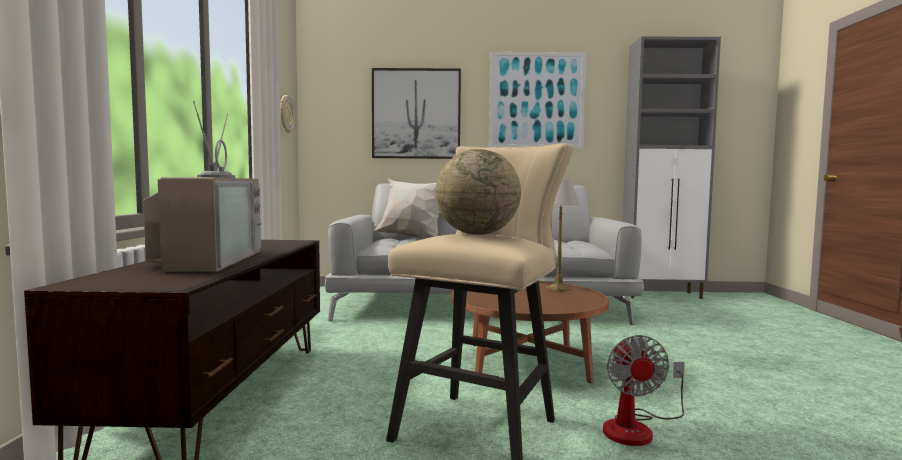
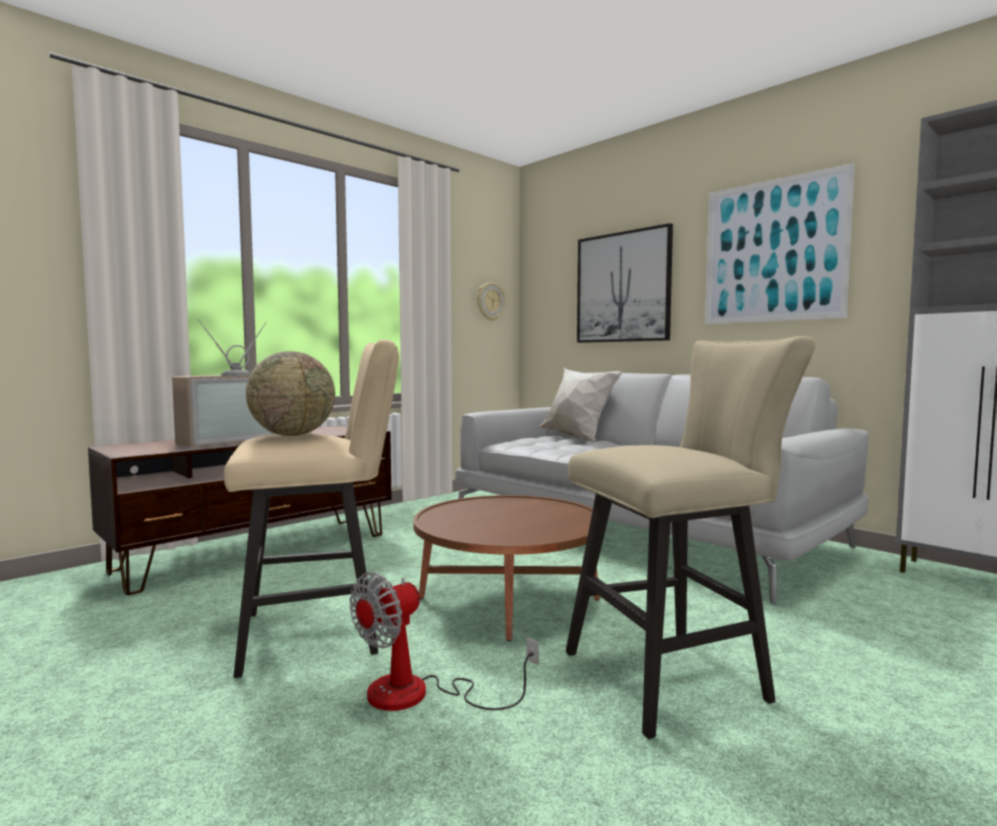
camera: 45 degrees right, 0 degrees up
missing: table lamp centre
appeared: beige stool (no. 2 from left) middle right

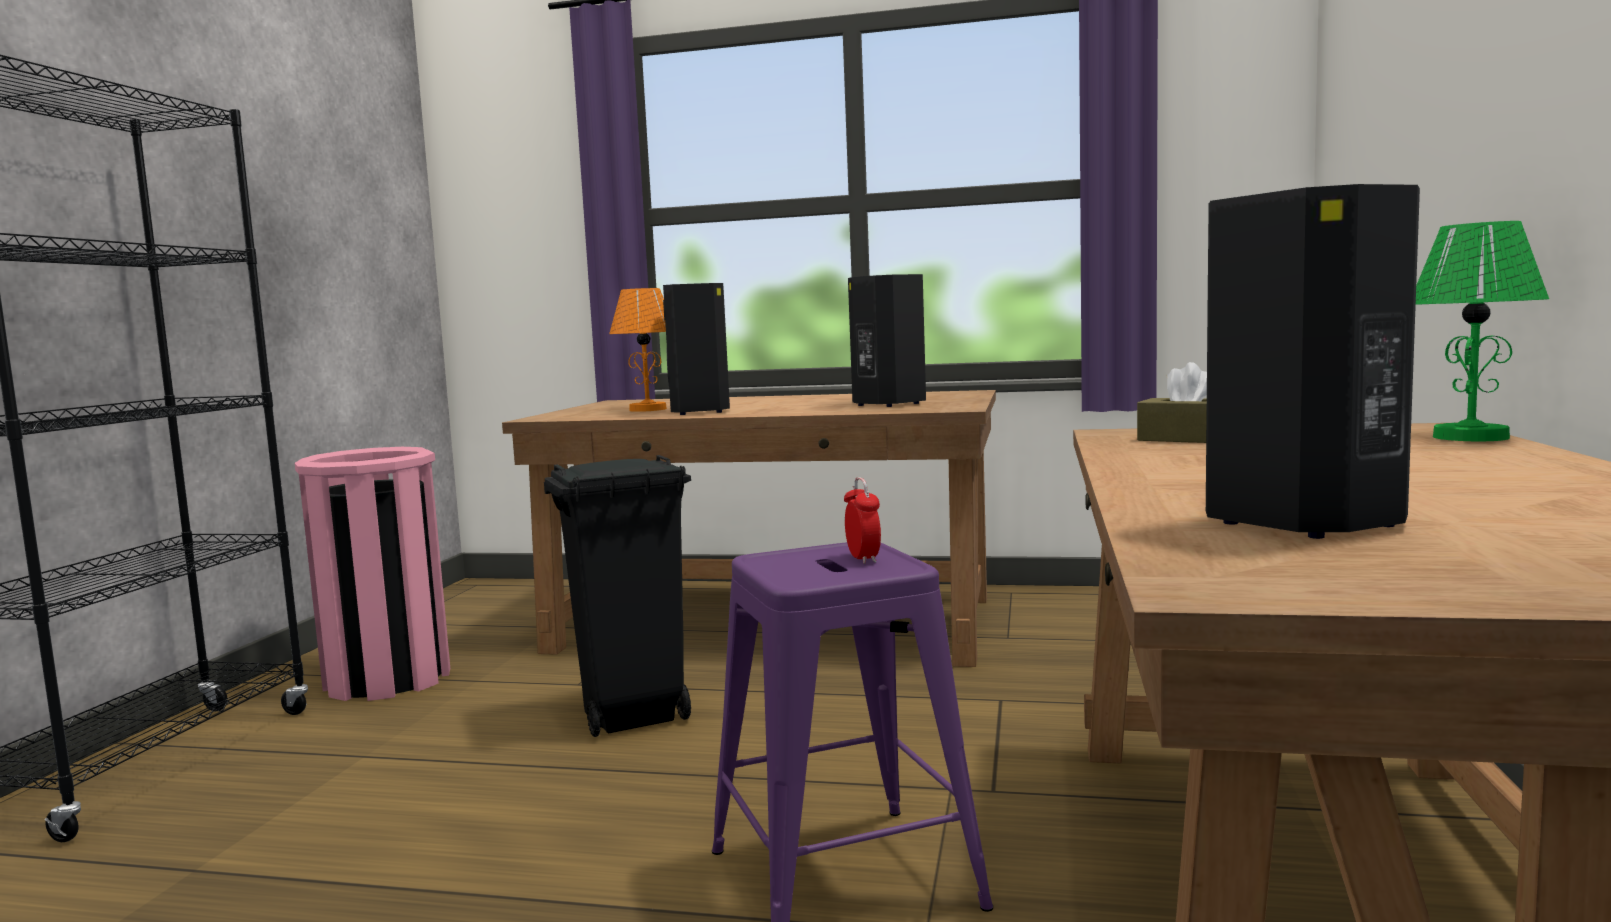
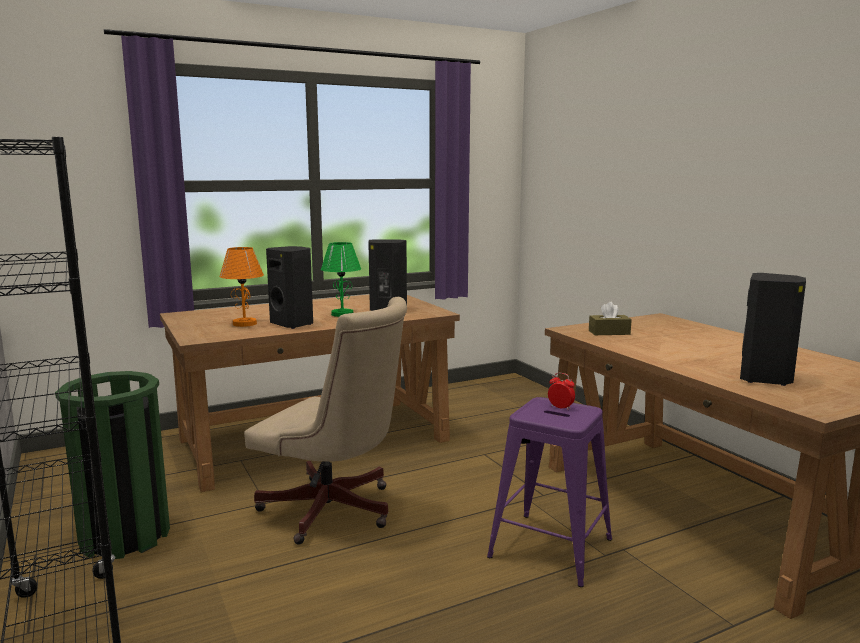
camera: 40 degrees left, 5 degrees up
relocated: green table lamp middle right to centre
exchanged: black trash can centre to beige office chair centre
colour: pink trash can middle left to green trash can bottom left

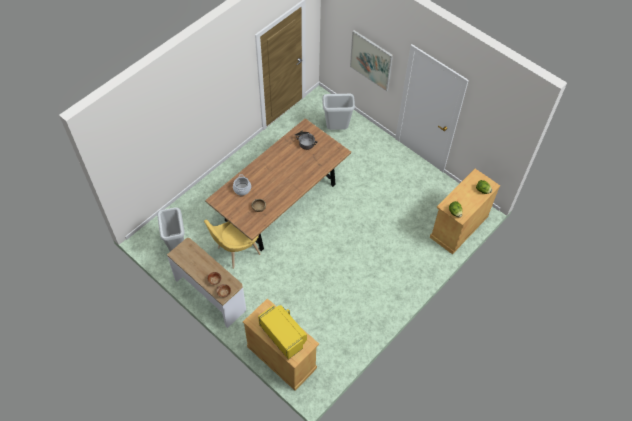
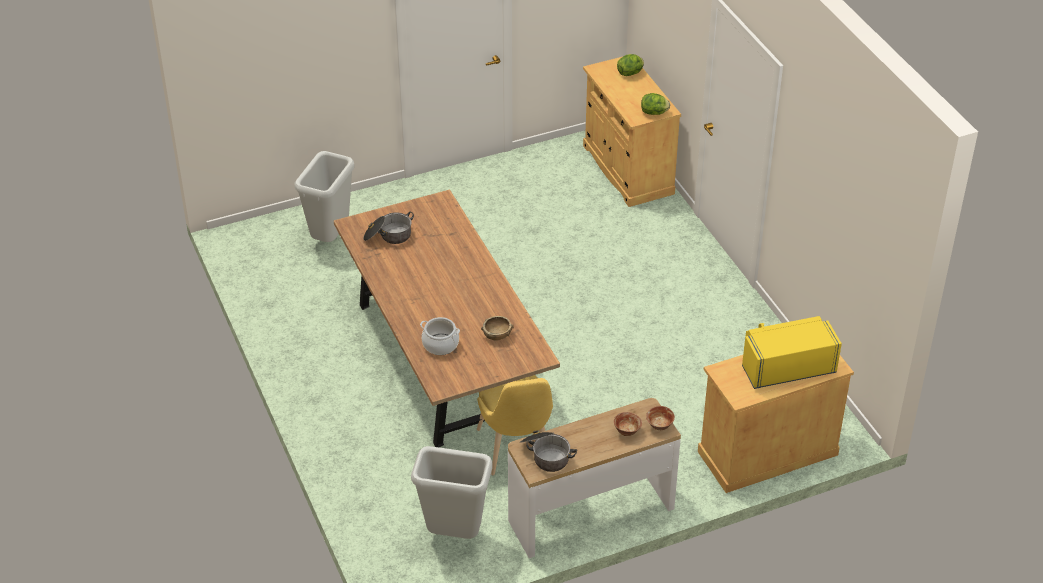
camera: 65 degrees left, 15 degrees down
missing: picture top centre
appeared: cooking pot (no. 3 from left) bottom centre

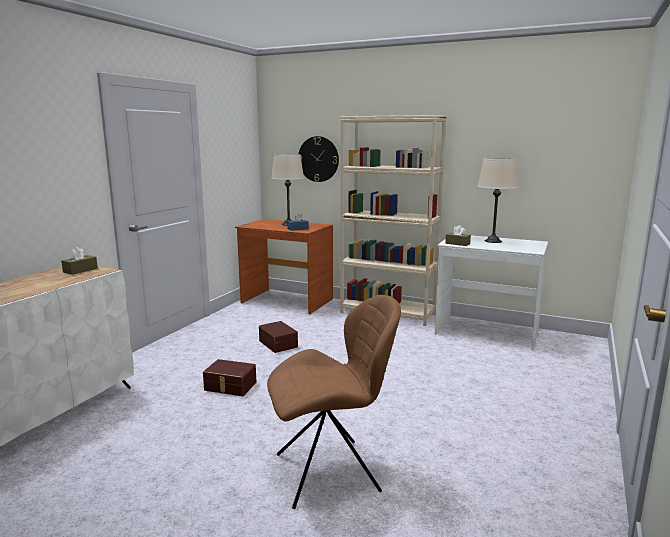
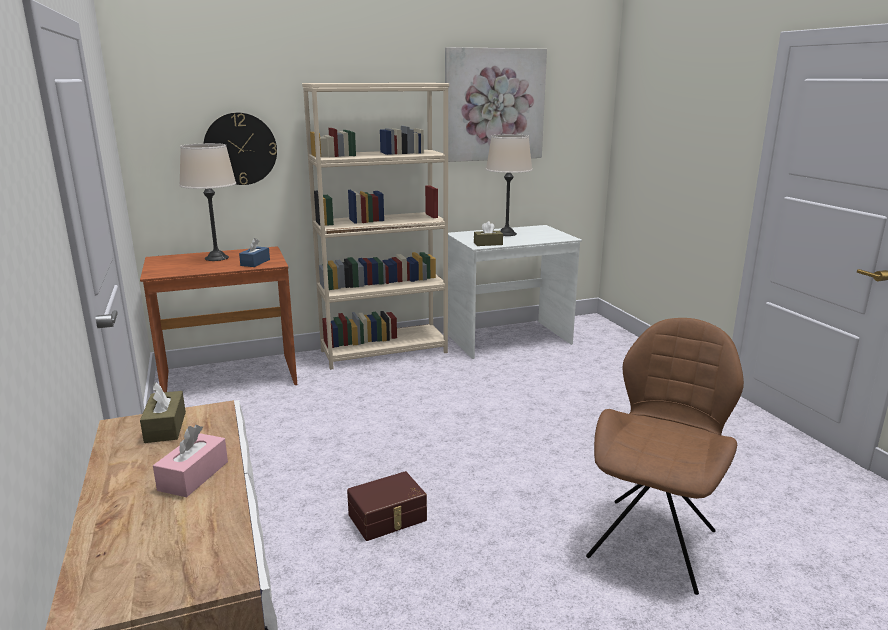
camera: 45 degrees left, 5 degrees up
missing: brown storage box (no. 2 from left) centre
appeared: picture top centre; pink tissue box bottom left

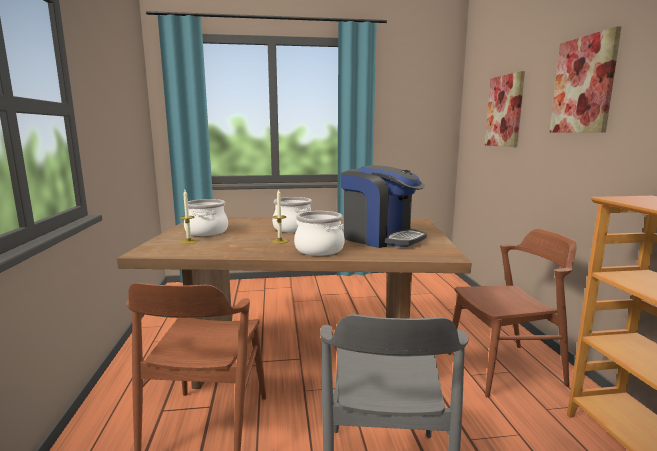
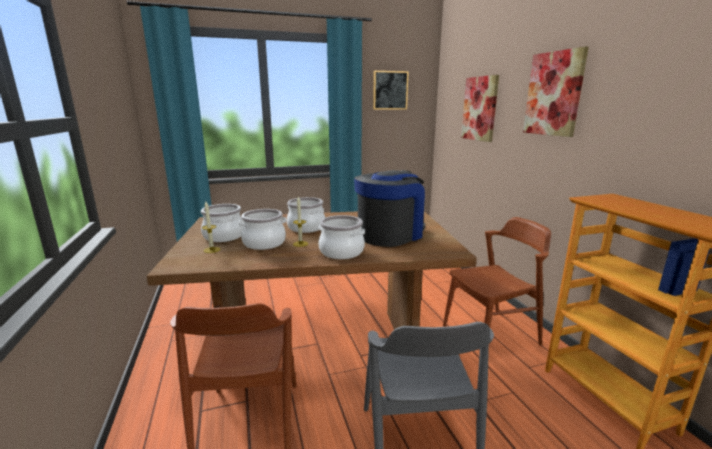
camera: 10 degrees left, 5 degrees up
appeared: picture (no. 1 from left) top centre; cooking pot (no. 2 from left) centre
spun: coffee machine centre = centre 75 degrees counterclockwise

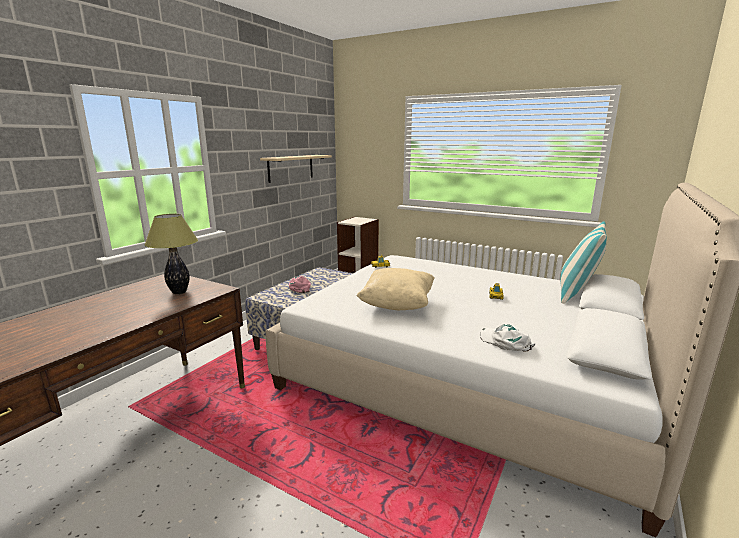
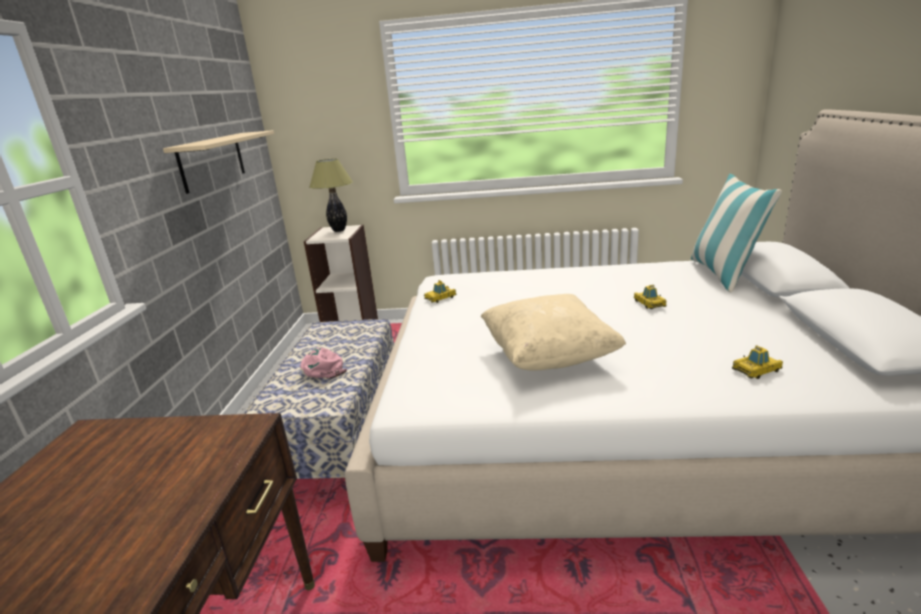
camera: 25 degrees left, 5 degrees up
relocated: table lamp middle left to top centre
exchanged: white cap middle right to toy car (no. 3 from left) middle right

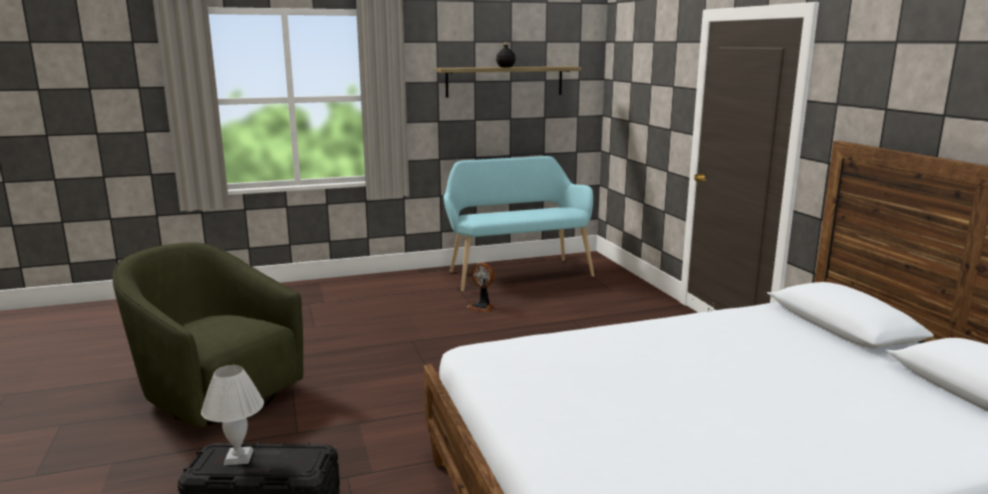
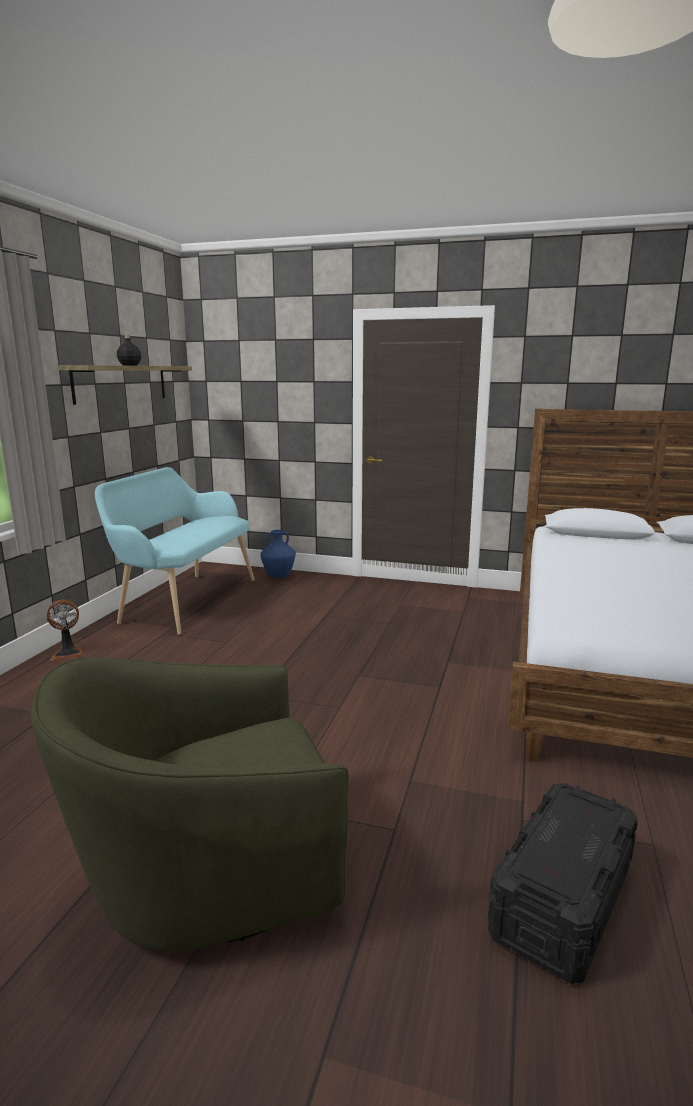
camera: 55 degrees left, 0 degrees up
missing: white table lamp bottom left
appeared: blue vase centre
relocated: fan centre to middle left

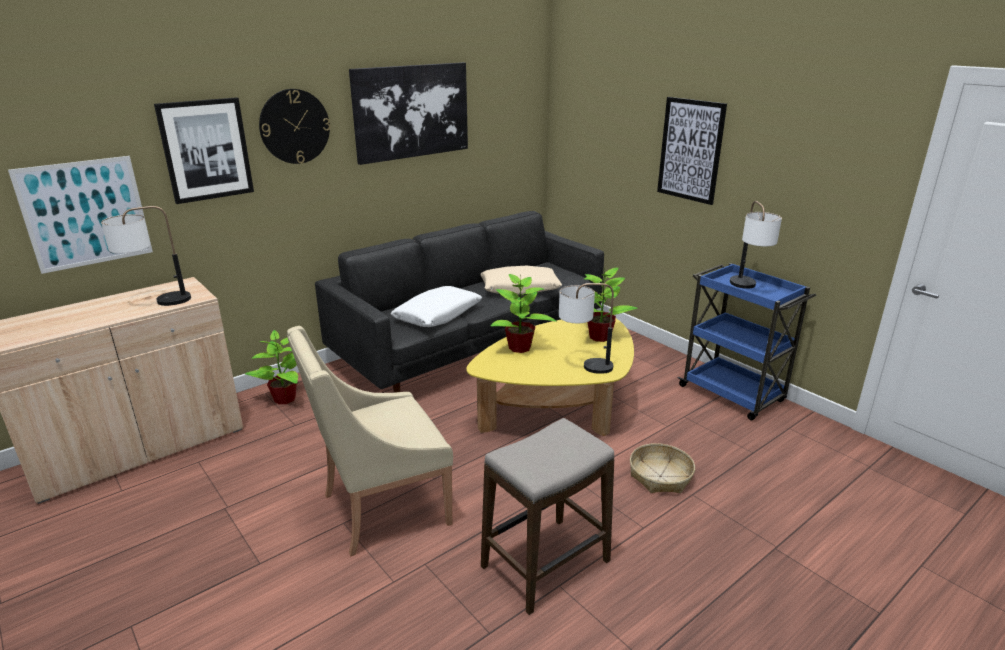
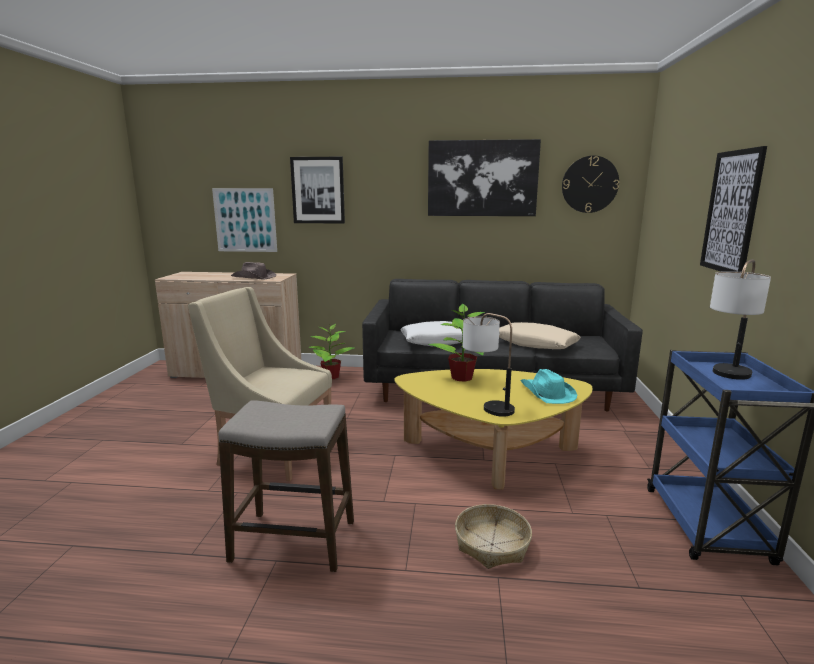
camera: 45 degrees right, 10 degrees down
relocated: wall clock top left to top right
exchanged: table lamp (no. 1 from left) middle left to brown hat middle left; potted plant (no. 3 from left) centre to turquoise hat middle right

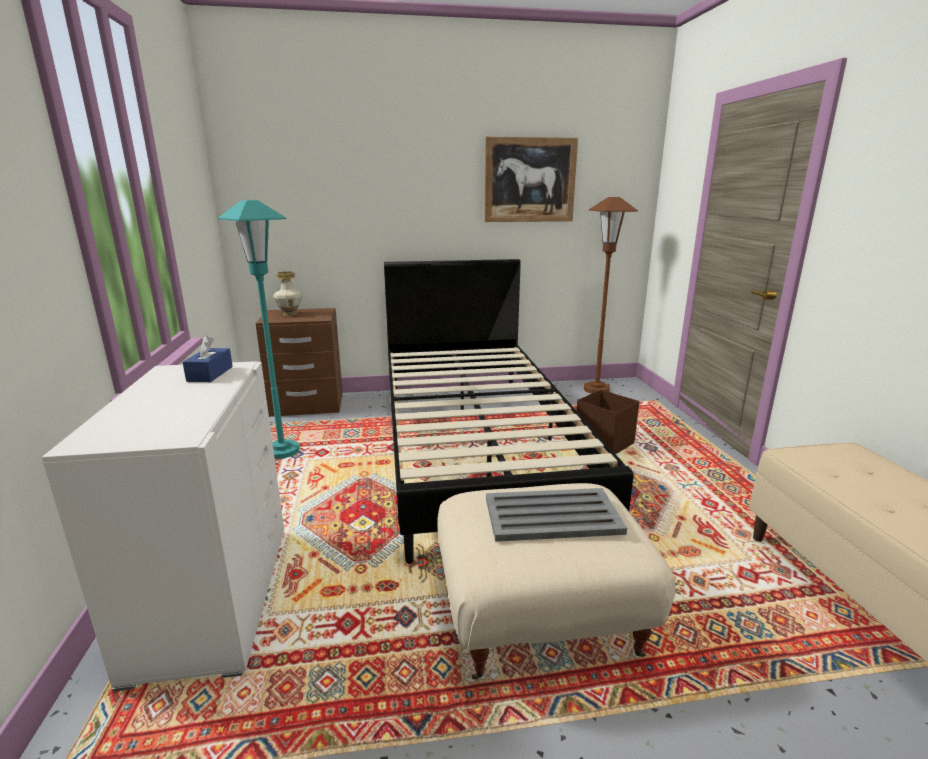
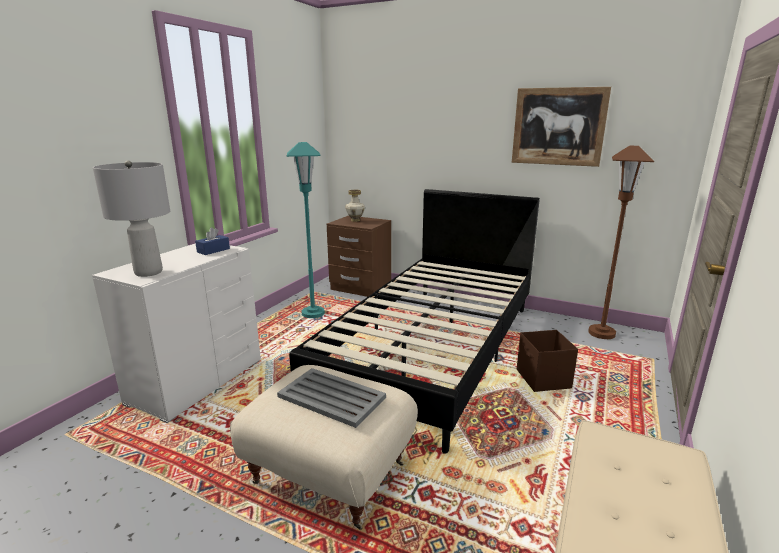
camera: 35 degrees right, 0 degrees up
appeared: grey table lamp middle left

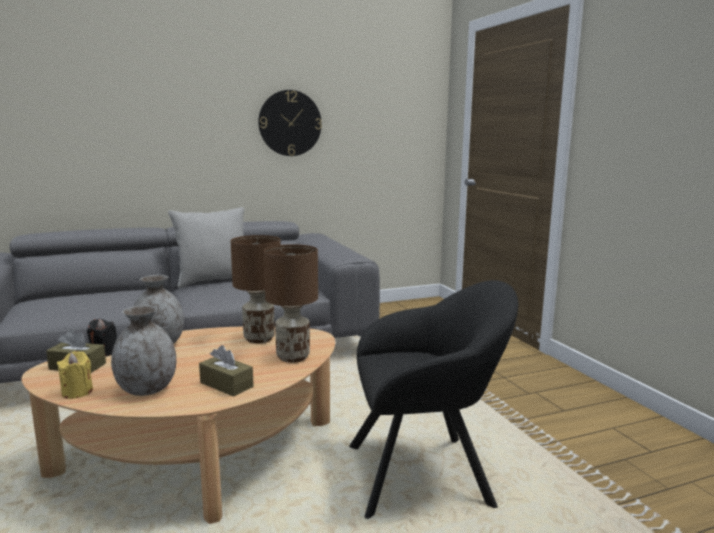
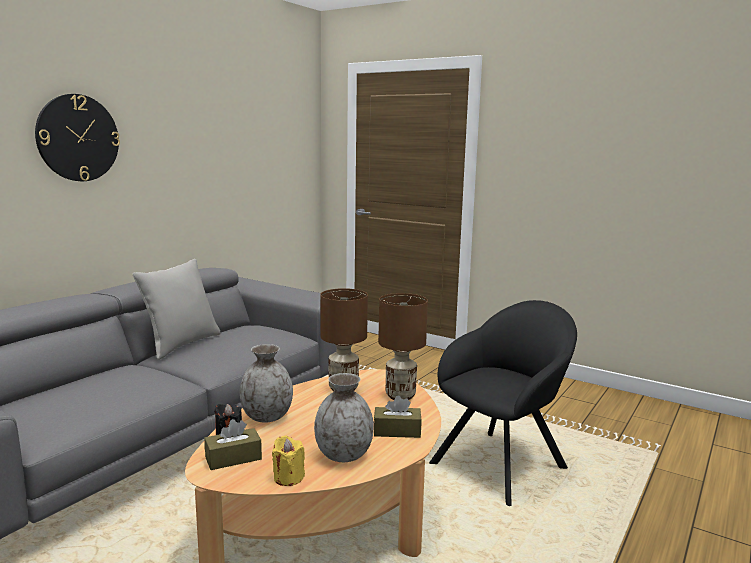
camera: 35 degrees left, 0 degrees up
relocated: wall clock top centre to top left

